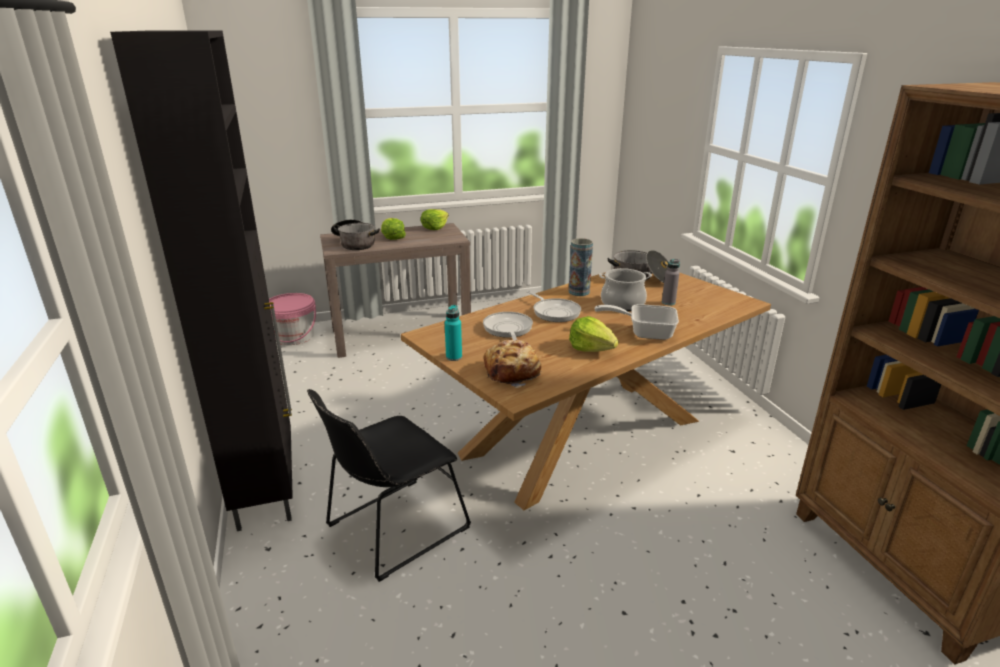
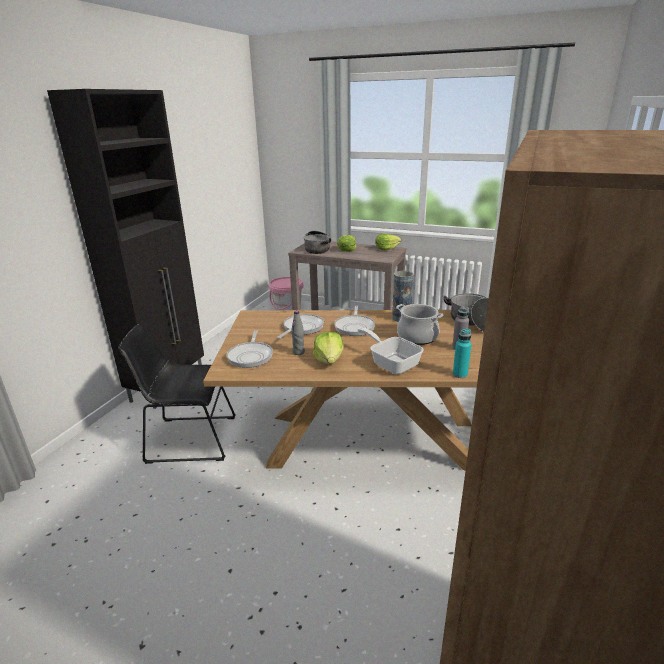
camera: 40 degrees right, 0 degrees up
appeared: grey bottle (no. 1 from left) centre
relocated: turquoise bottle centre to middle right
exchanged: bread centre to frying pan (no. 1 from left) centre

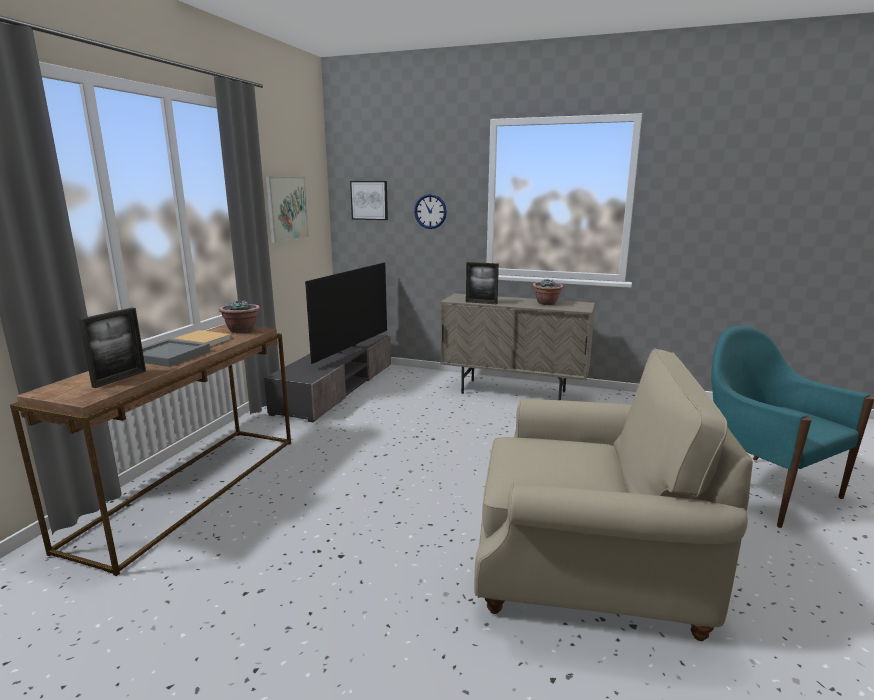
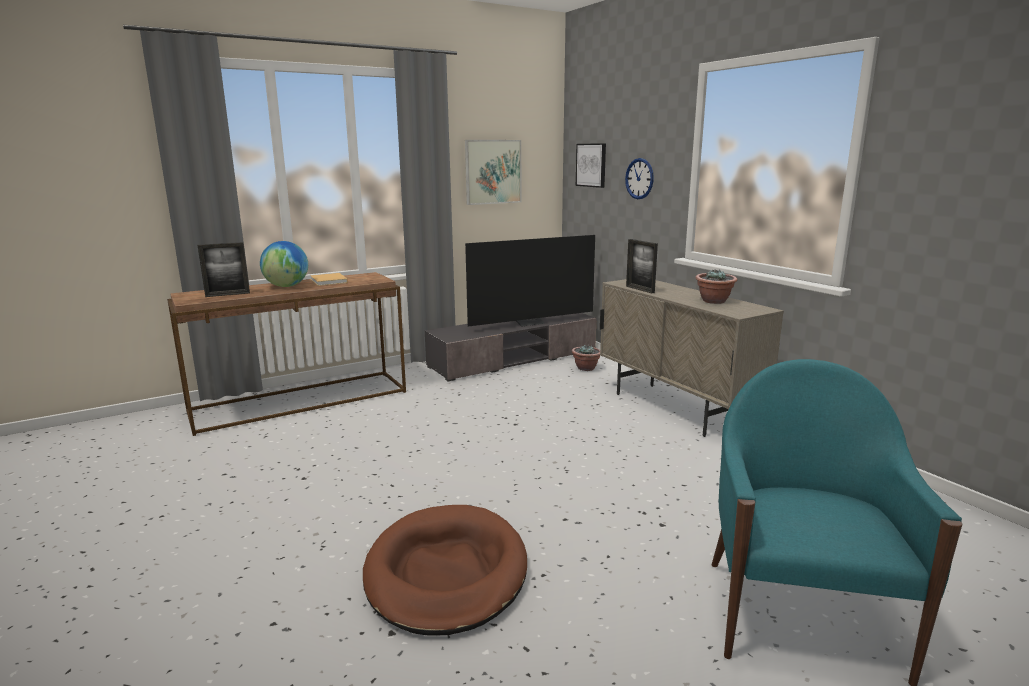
camera: 40 degrees right, 0 degrees up
relocated: potted plant (no. 1 from left) middle left to centre
exchanged: grey tray middle left to globe middle left; beige armchair bottom right to brown dog bed bottom centre

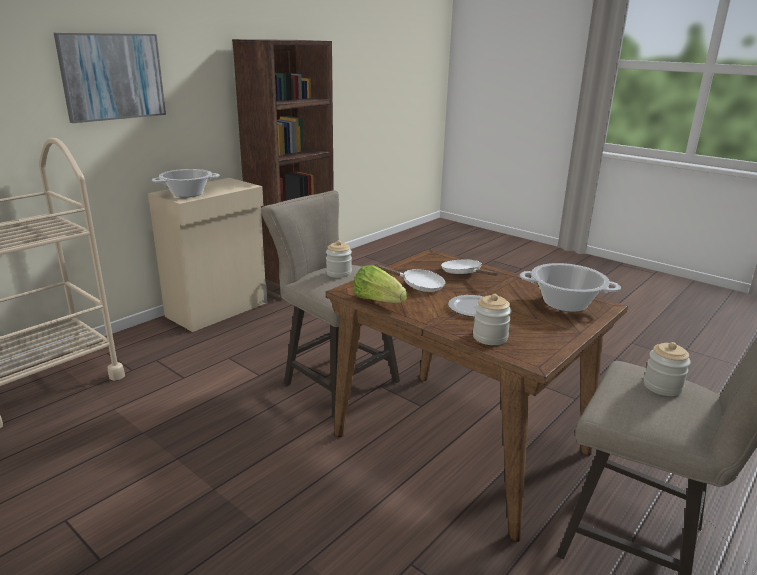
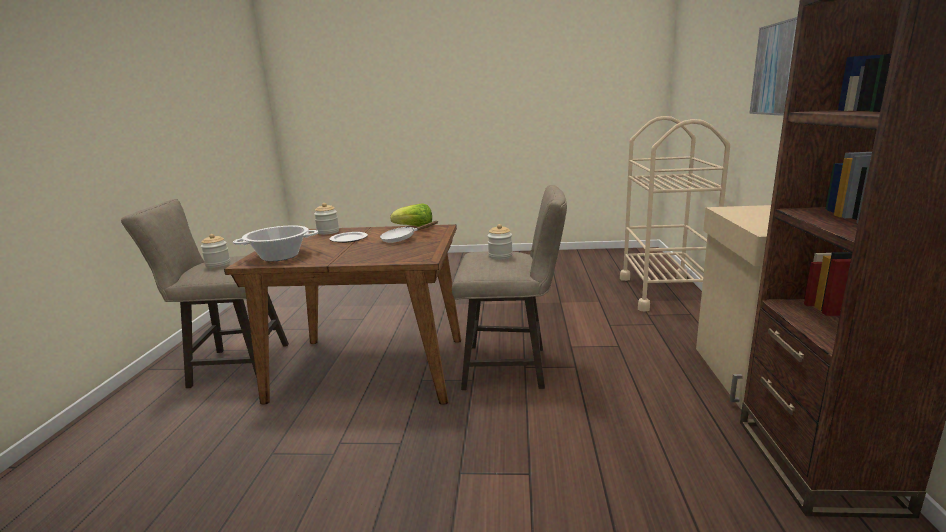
camera: 145 degrees right, 5 degrees down
missing: cooking pot (no. 1 from left) top left; white frying pan (no. 2 from left) centre

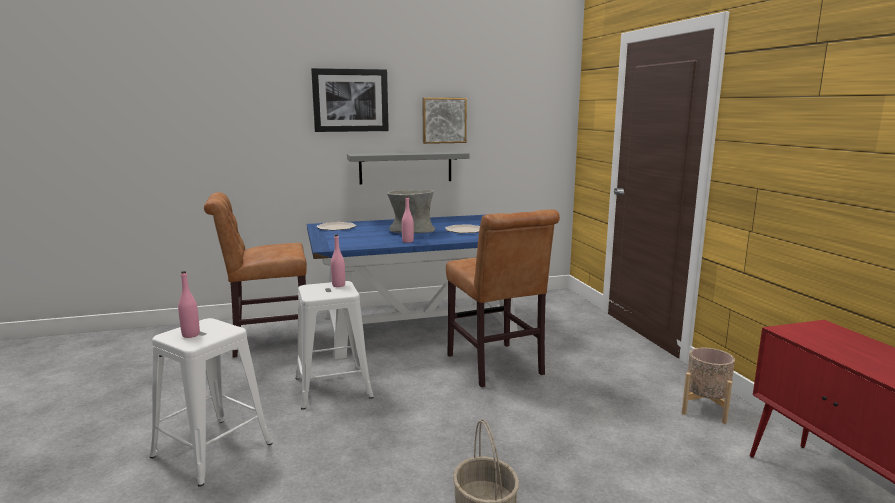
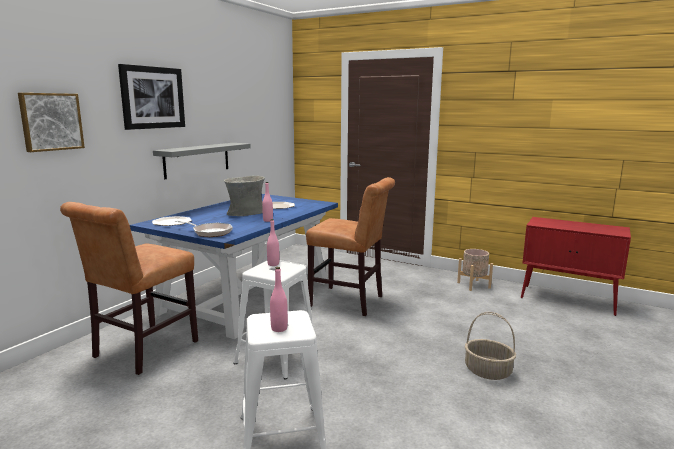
camera: 45 degrees left, 0 degrees up
appeared: frying pan middle left
relocated: picture (no. 2 from left in the first image) top centre to picture (no. 1 from left) top left

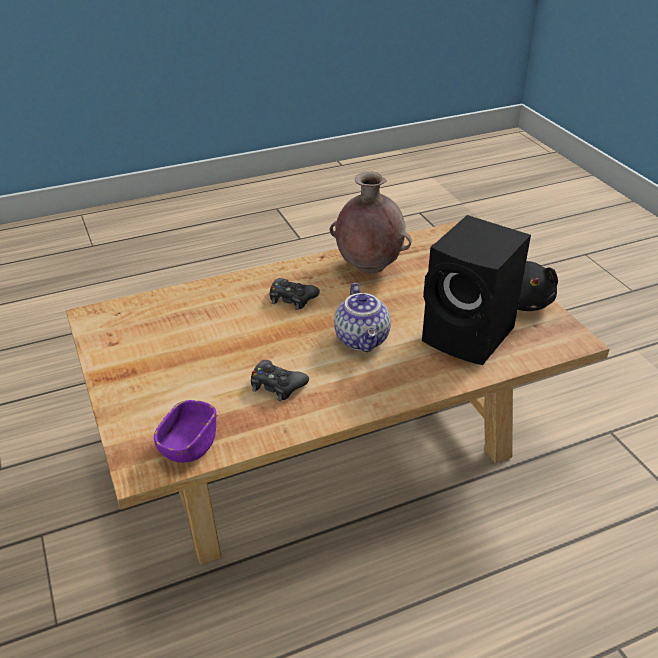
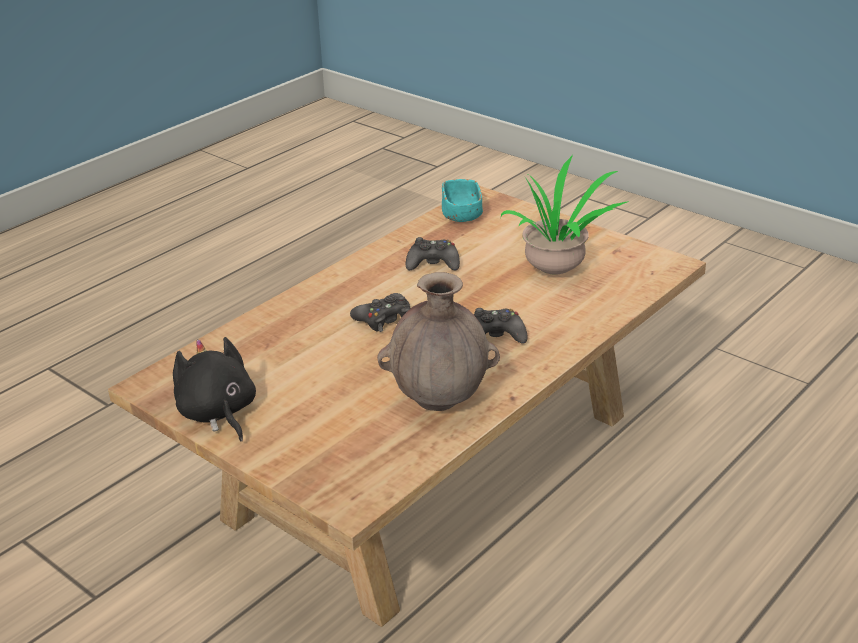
camera: 155 degrees right, 5 degrees down
missing: black speaker middle right
appeared: potted plant centre
exchanged: teapot centre to black game controller (no. 1 from left) centre
colour: purple bowl middle left to turquoise bowl top centre

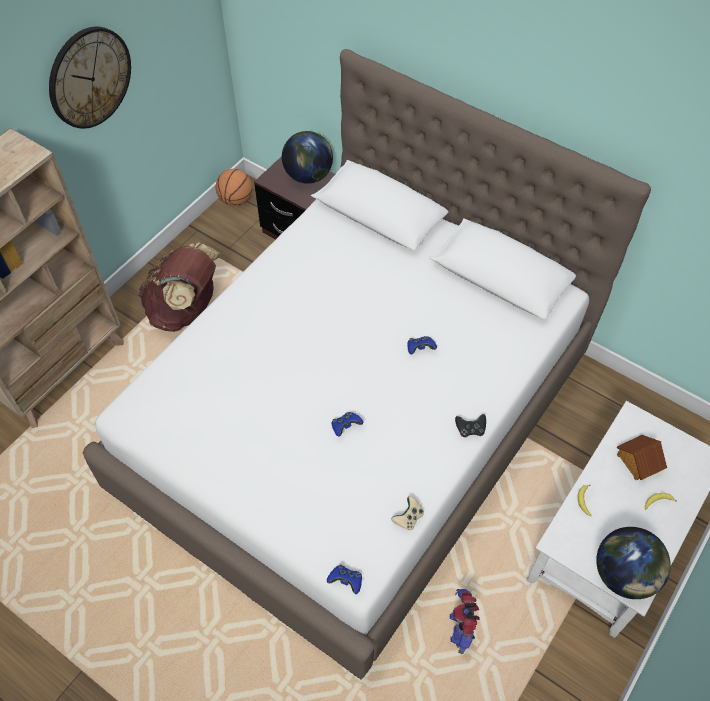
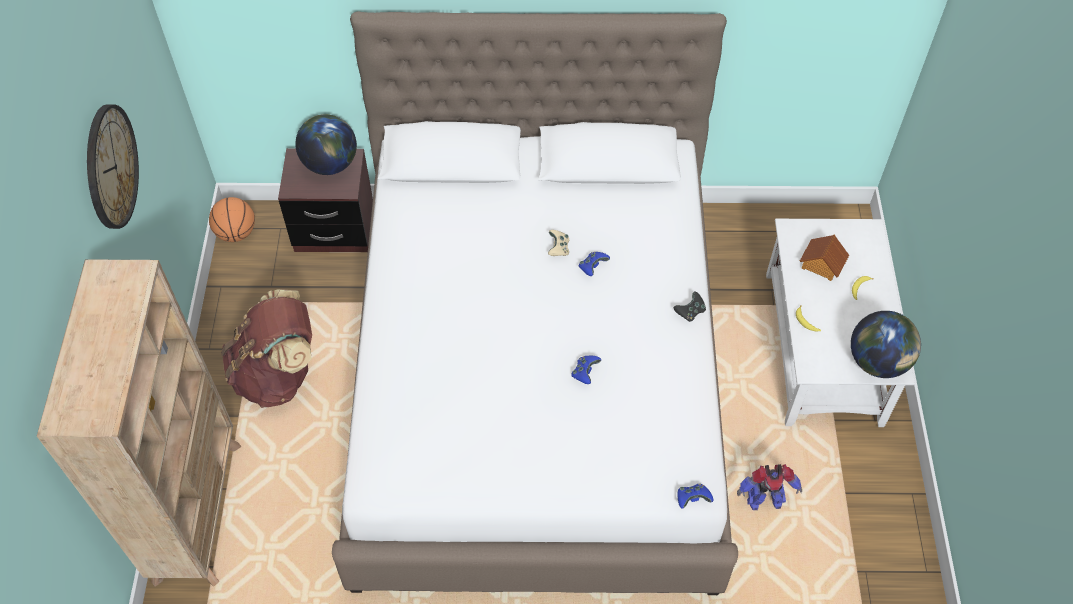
camera: 35 degrees left, 0 degrees up
relocated: beige game controller bottom centre to centre
spun: toy robot bottom centre = bottom right 60 degrees counterclockwise

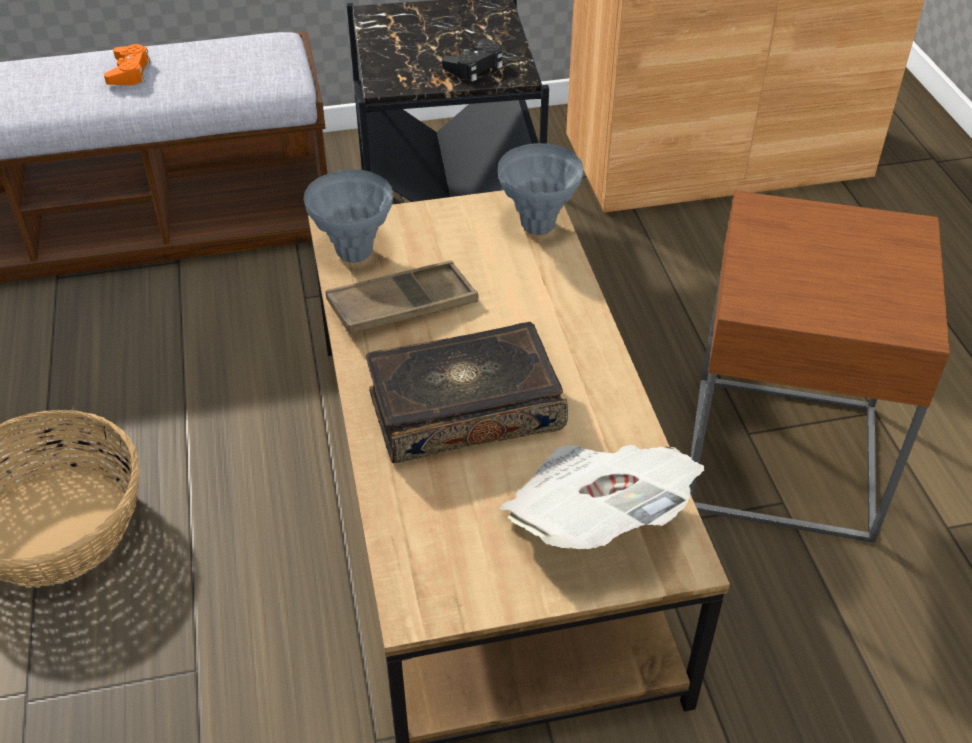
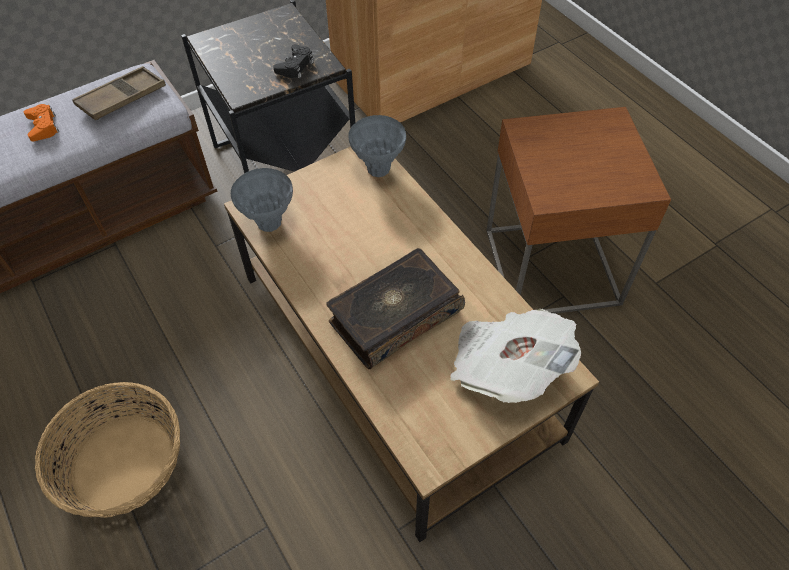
camera: 20 degrees left, 10 degrees up
relocated: brown tray centre to top left

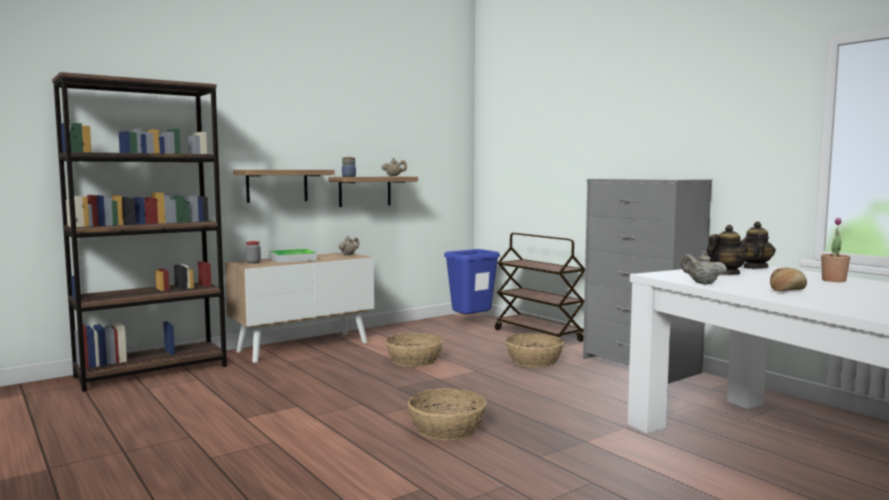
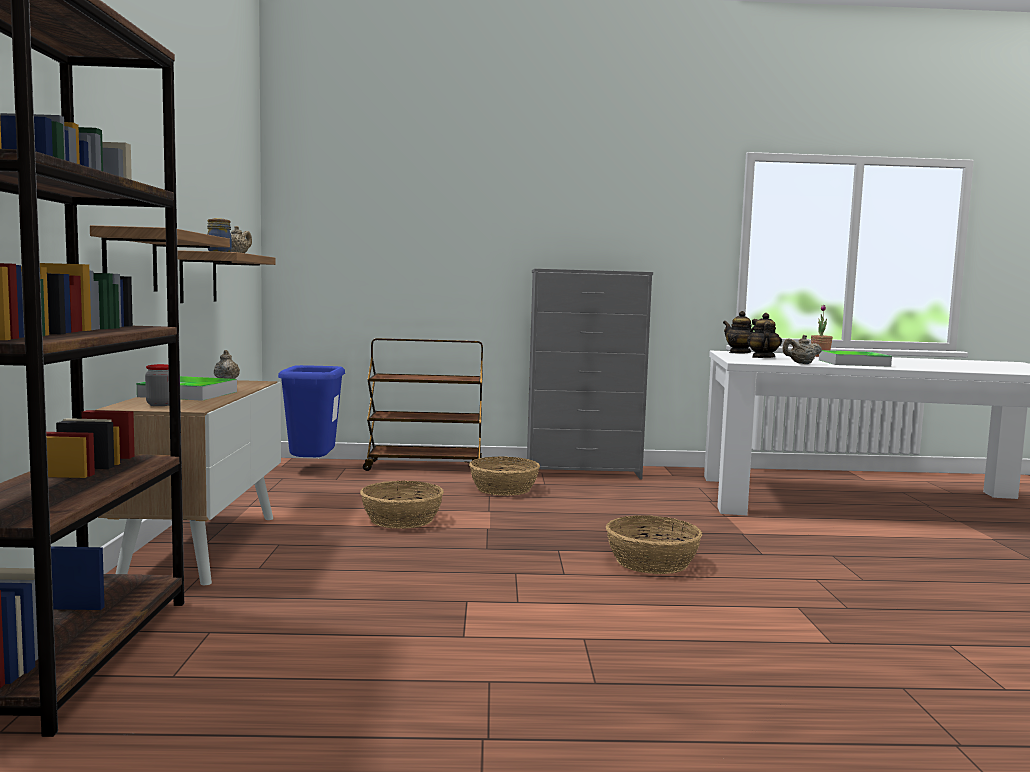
camera: 55 degrees left, 0 degrees up
exchanged: bread middle right to tray (no. 2 from left) middle right

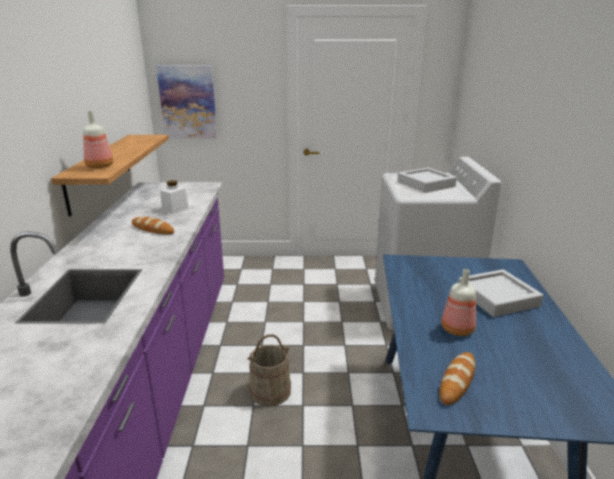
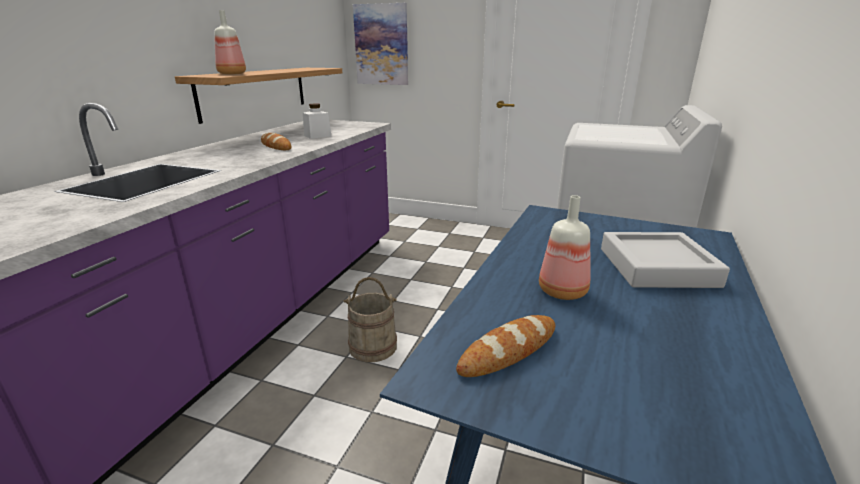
camera: 20 degrees right, 0 degrees up
missing: grey tray (no. 1 from left) middle right

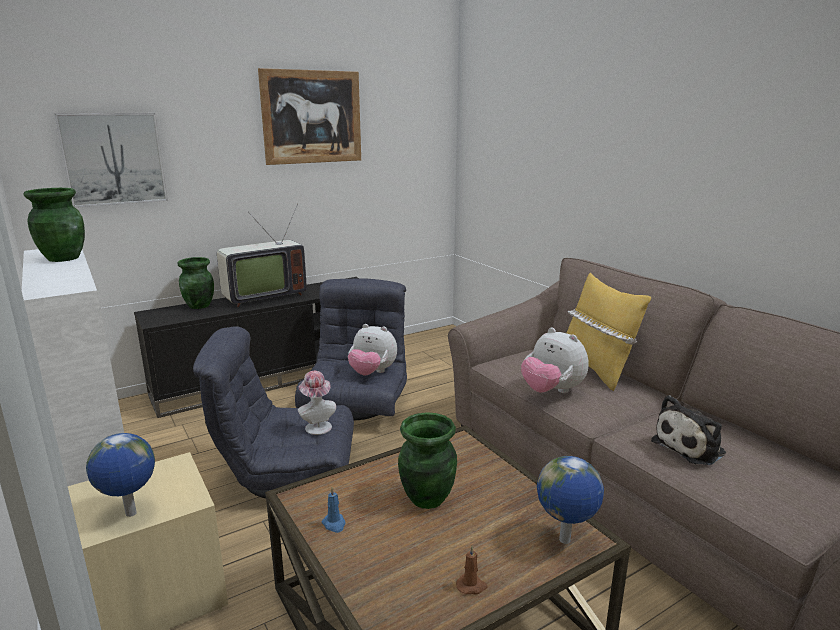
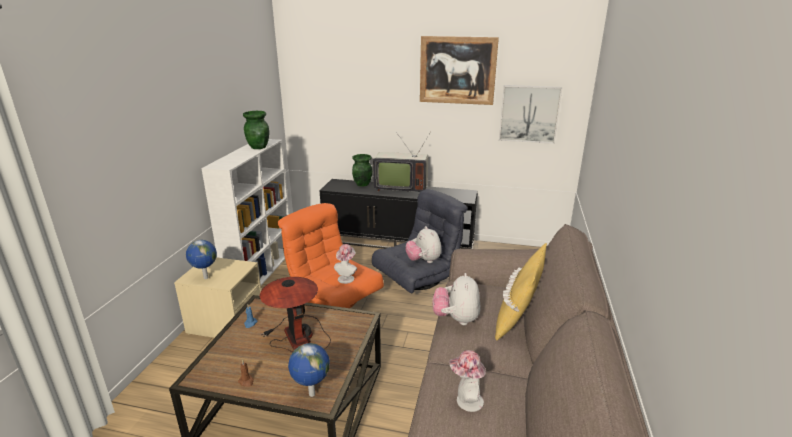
camera: 45 degrees right, 5 degrees up
relocated: picture (no. 1 from left in the first image) top left to picture (no. 2 from left) top right
exchanged: plush toy (no. 3 from left) bottom right to hat (no. 2 from left) bottom centre; green vase (no. 3 from left) bottom centre to table lamp bottom centre
colour: grey armchair (no. 1 from left) middle left to orange armchair centre

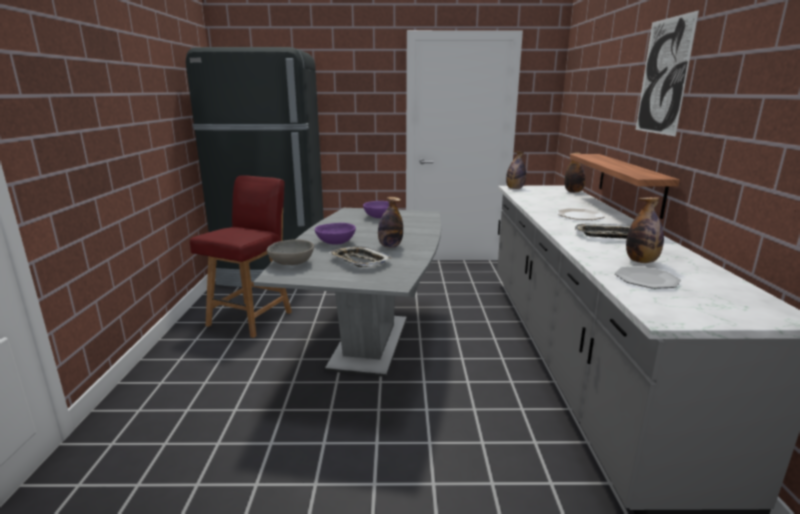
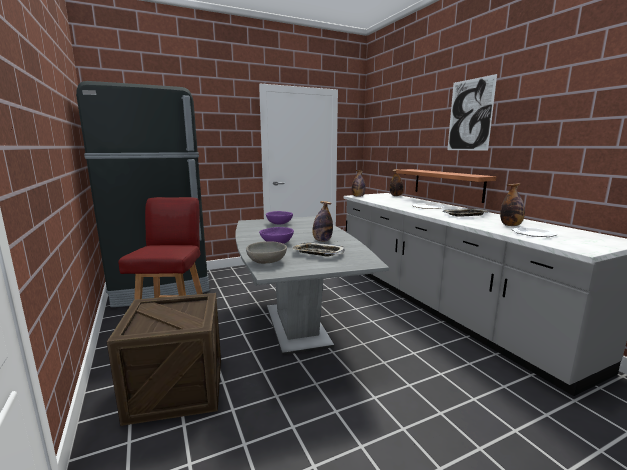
camera: 25 degrees left, 5 degrees down
appeared: crate bottom left

